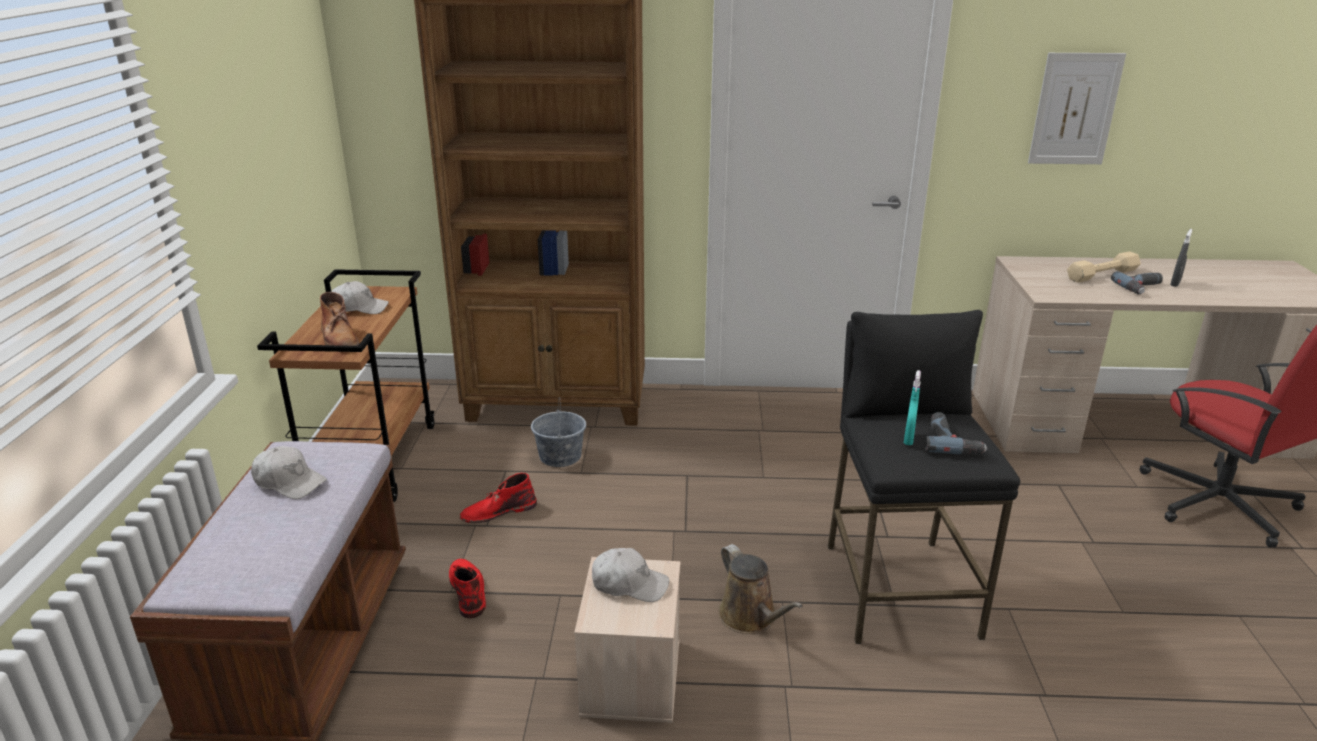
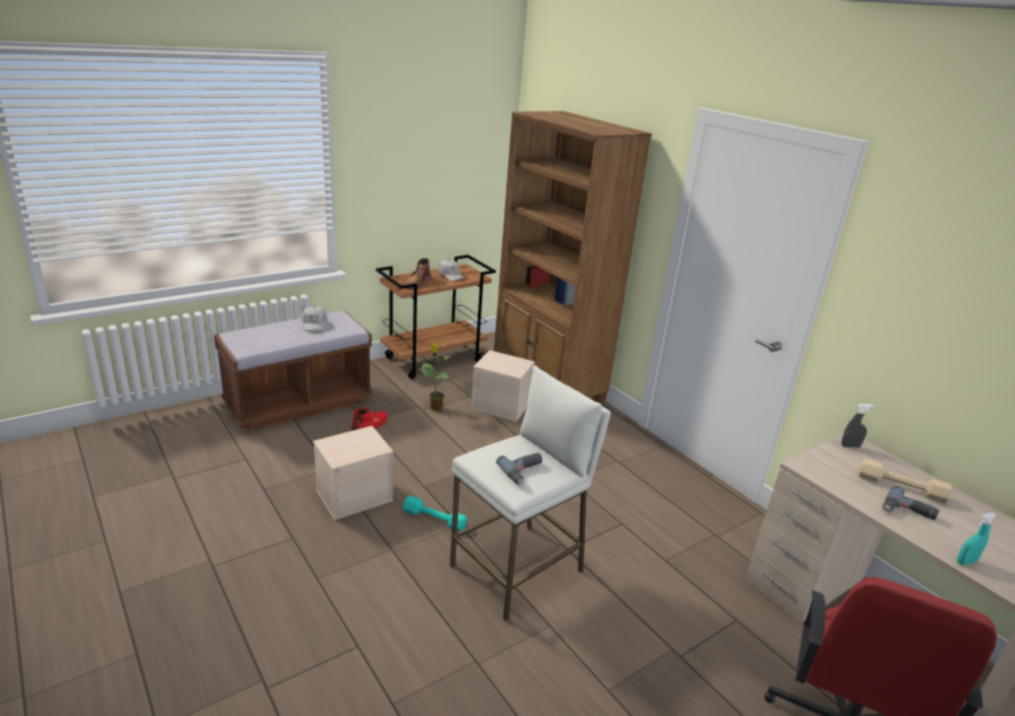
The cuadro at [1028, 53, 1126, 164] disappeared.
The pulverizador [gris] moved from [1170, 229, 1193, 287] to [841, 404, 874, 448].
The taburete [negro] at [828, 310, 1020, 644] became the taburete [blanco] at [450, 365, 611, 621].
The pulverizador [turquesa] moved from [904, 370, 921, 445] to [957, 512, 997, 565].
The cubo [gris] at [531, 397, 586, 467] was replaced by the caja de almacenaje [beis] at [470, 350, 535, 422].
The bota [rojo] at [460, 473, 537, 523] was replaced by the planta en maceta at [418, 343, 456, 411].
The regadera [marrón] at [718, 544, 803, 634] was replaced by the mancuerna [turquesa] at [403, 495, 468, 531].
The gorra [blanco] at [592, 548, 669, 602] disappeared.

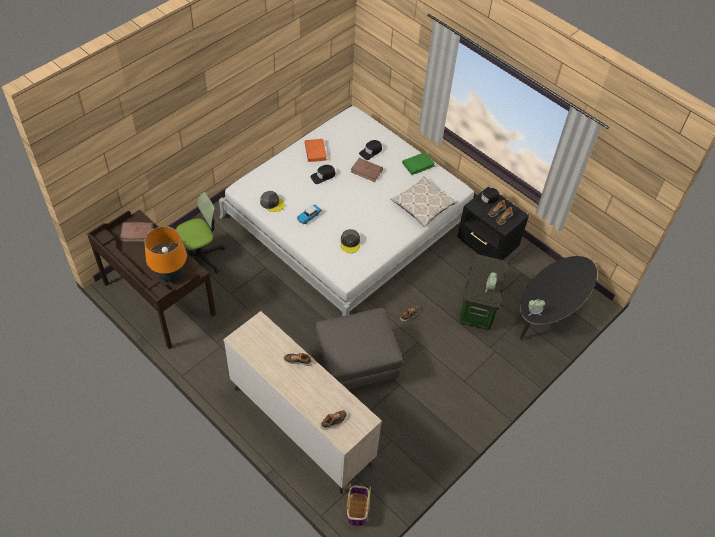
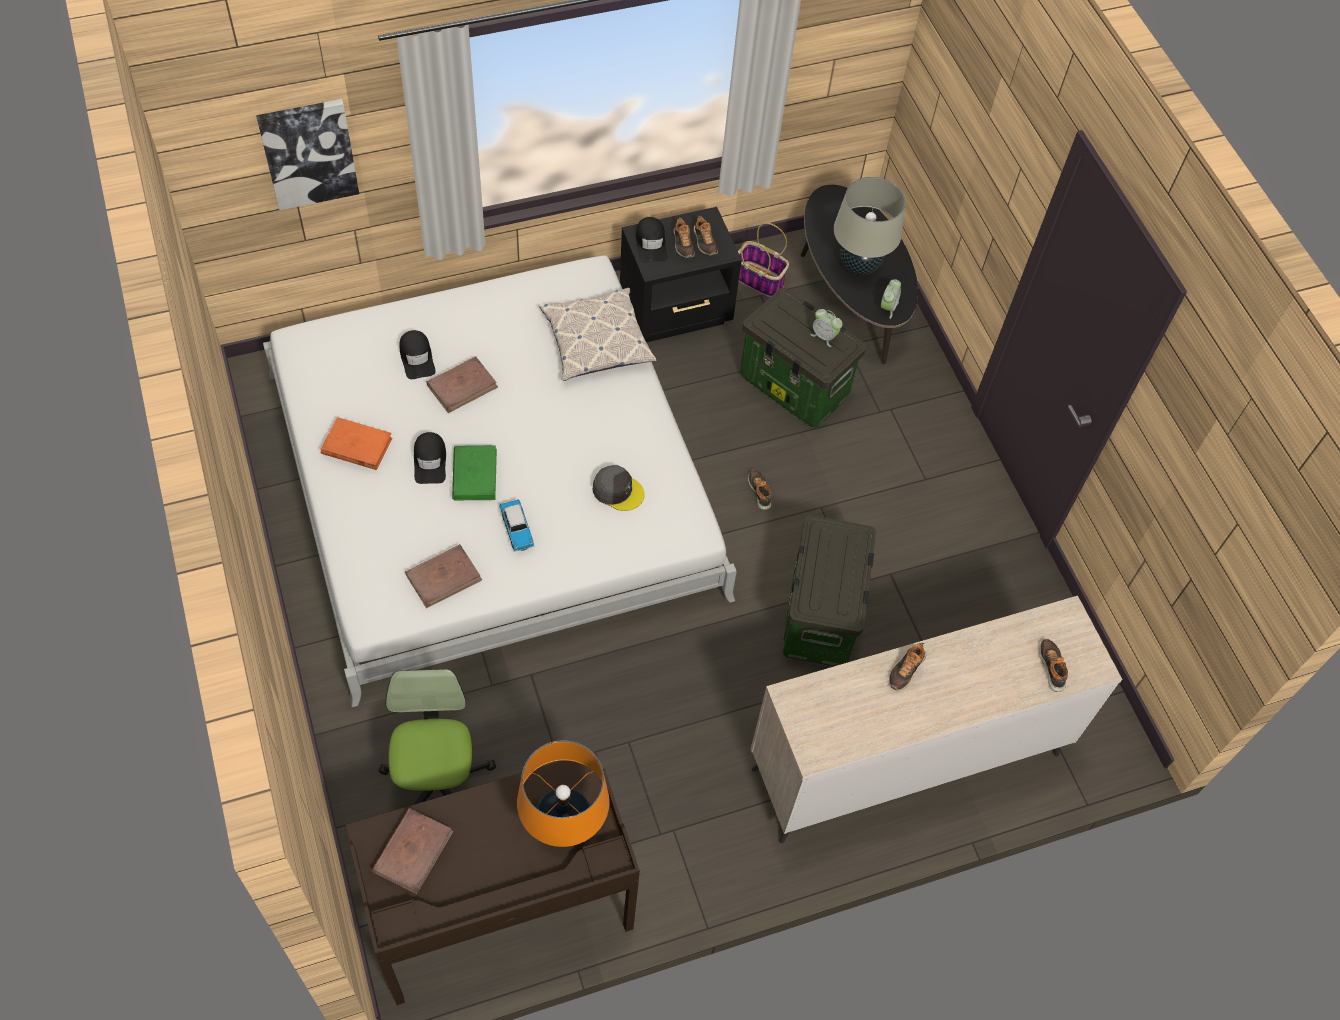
The libro [verde] moved from [402, 152, 435, 175] to [452, 445, 497, 500].
The gorra [gris] at [260, 191, 284, 212] was replaced by the libro [marrón] at [405, 544, 482, 608].
The puf [gris] at [315, 308, 403, 389] was replaced by the caja de almacenaje at [783, 515, 876, 666].
The cesta moved from [347, 484, 371, 526] to [738, 222, 789, 297].
The cuadro at [256, 99, 359, 210] appeared.
The lámpara de mesa [beis] at [834, 177, 906, 275] appeared.

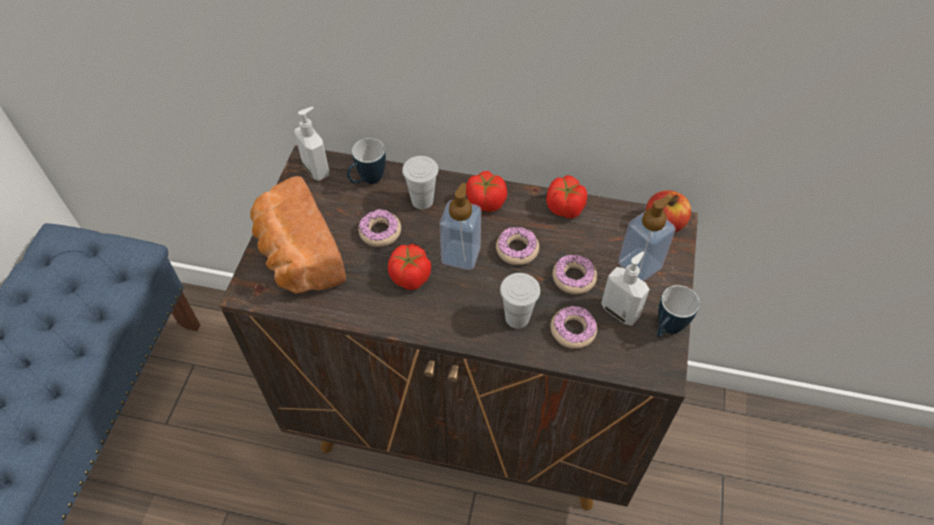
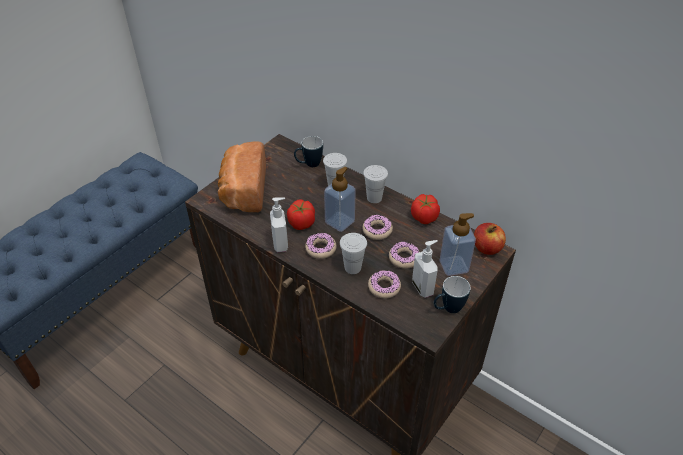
The dispensador de jabón moved from [295, 107, 329, 181] to [270, 197, 288, 253].
The tomate at [466, 171, 507, 212] was replaced by the taza [blanco] at [363, 165, 388, 203].
The rosquilla moved from [358, 209, 401, 247] to [305, 233, 336, 259].

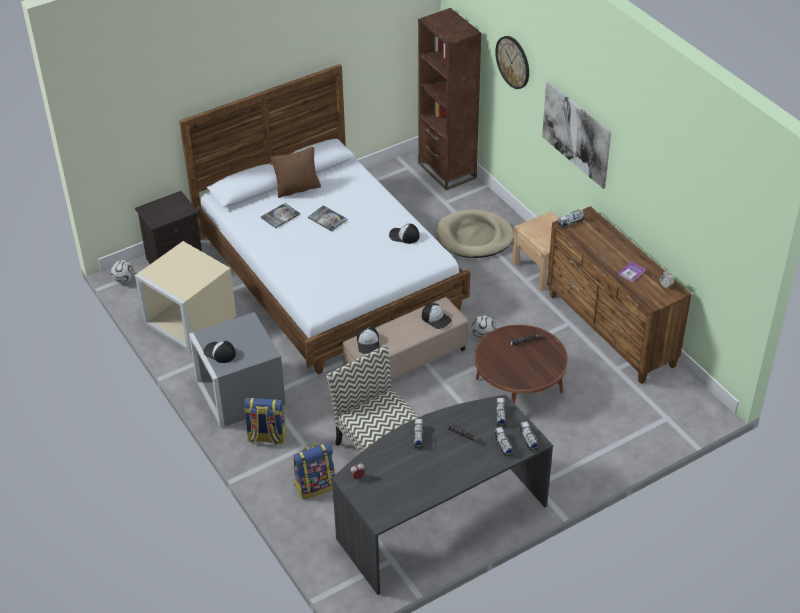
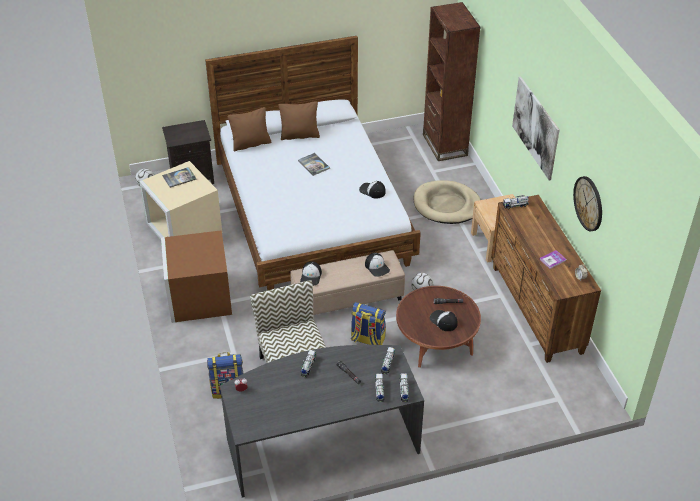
The reloj de pared moved from [495, 36, 529, 89] to [573, 176, 602, 231].
The libro moved from [261, 203, 300, 228] to [162, 167, 197, 188].
The caja de almacenaje [gris] at [189, 312, 286, 428] became the caja de almacenaje [marrón] at [161, 230, 232, 323].
The gorra moved from [203, 341, 236, 363] to [430, 310, 458, 331].
The mochila moved from [244, 397, 286, 445] to [351, 302, 386, 345].
The cojín [marrón] at [228, 107, 271, 152] appeared.

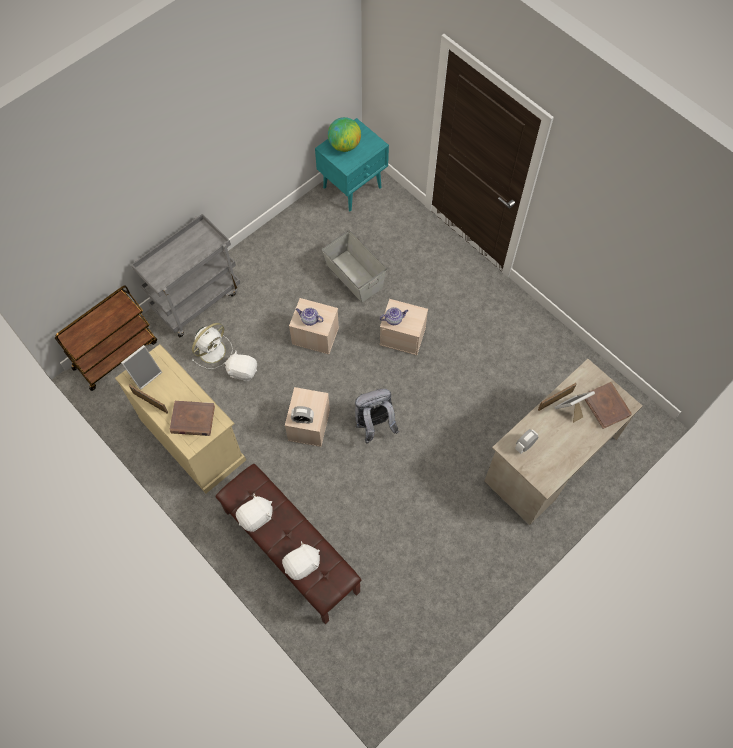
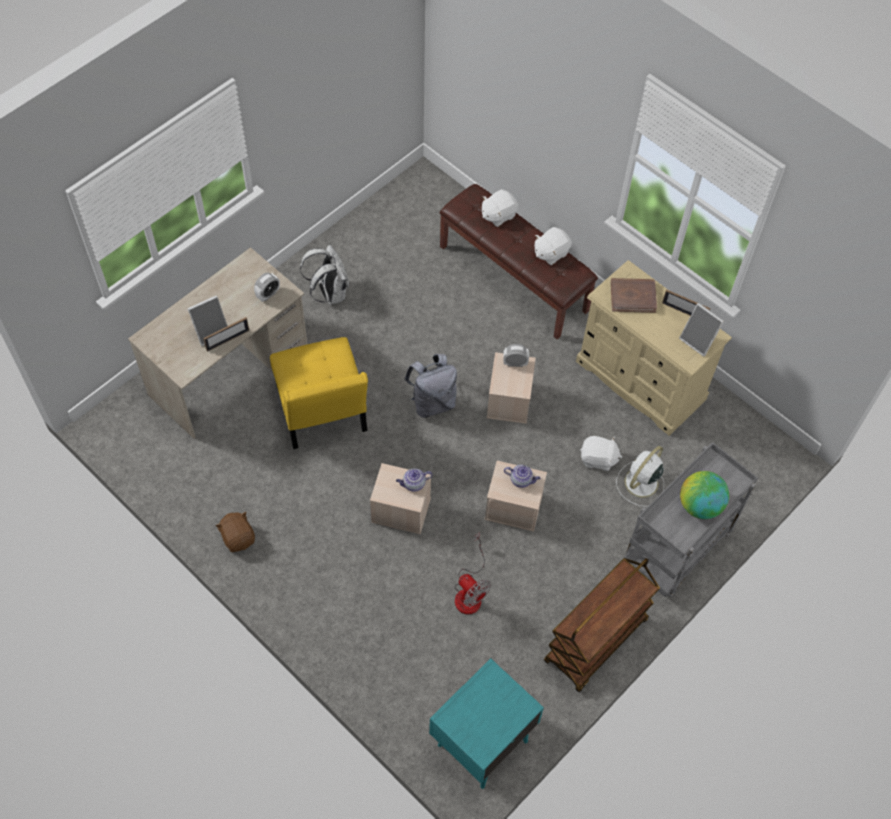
The globo terráqueo moved from [328, 117, 361, 152] to [680, 471, 729, 519].
The caja de almacenaje [gris] at [322, 230, 387, 303] was replaced by the ventilador at [455, 533, 491, 615].
The carrito [marrón] moved from [55, 285, 157, 391] to [544, 558, 660, 692].
The portarretratos at [121, 345, 162, 390] turned 90 degrees counterclockwise.
The libro [marrón] at [584, 382, 632, 429] disappeared.
The mochila [blanco] at [300, 245, 349, 305] appeared.
The silla [amarillo] at [270, 337, 368, 449] appeared.
The peluche [marrón] at [215, 512, 255, 552] appeared.

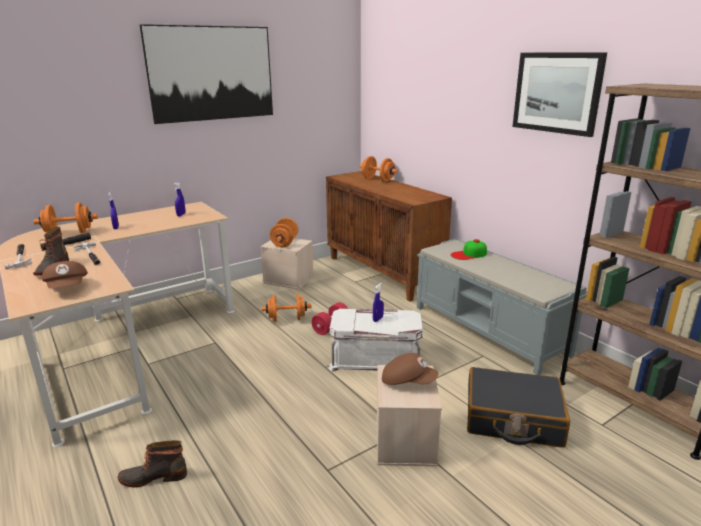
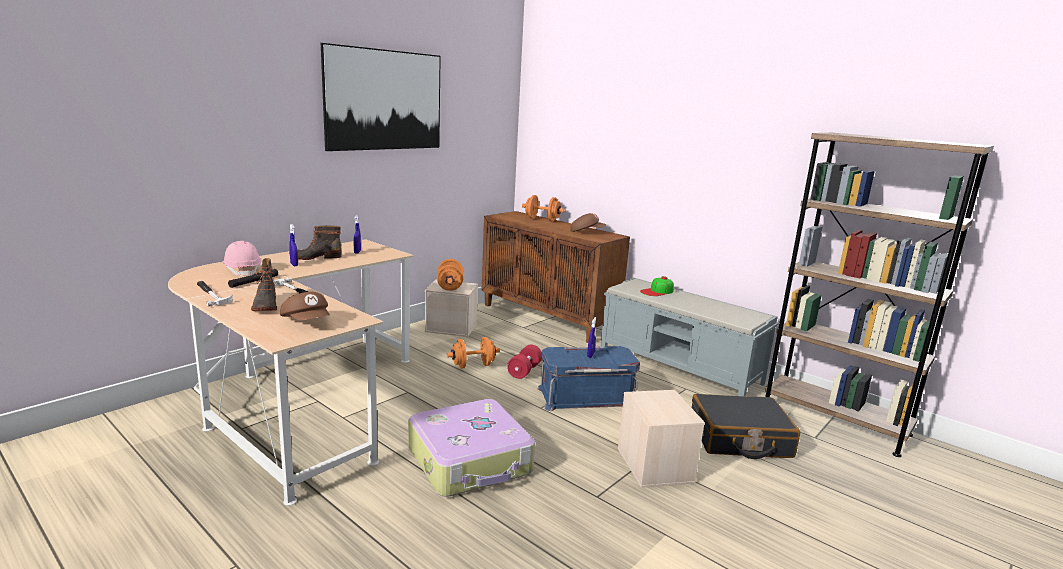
The cuadro at [513, 52, 607, 137] disappeared.
The mancuerna [naranja] at [34, 202, 98, 233] was replaced by the casco [rosa] at [223, 241, 261, 276].
The caja de almacenaje [blanco] at [328, 309, 423, 372] became the caja de almacenaje [azul] at [537, 346, 640, 411].
The gorra [marrón] moved from [382, 353, 439, 385] to [570, 213, 606, 232].
The bota moved from [118, 440, 187, 487] to [289, 226, 342, 260].
The maleta at [408, 399, 535, 497] appeared.

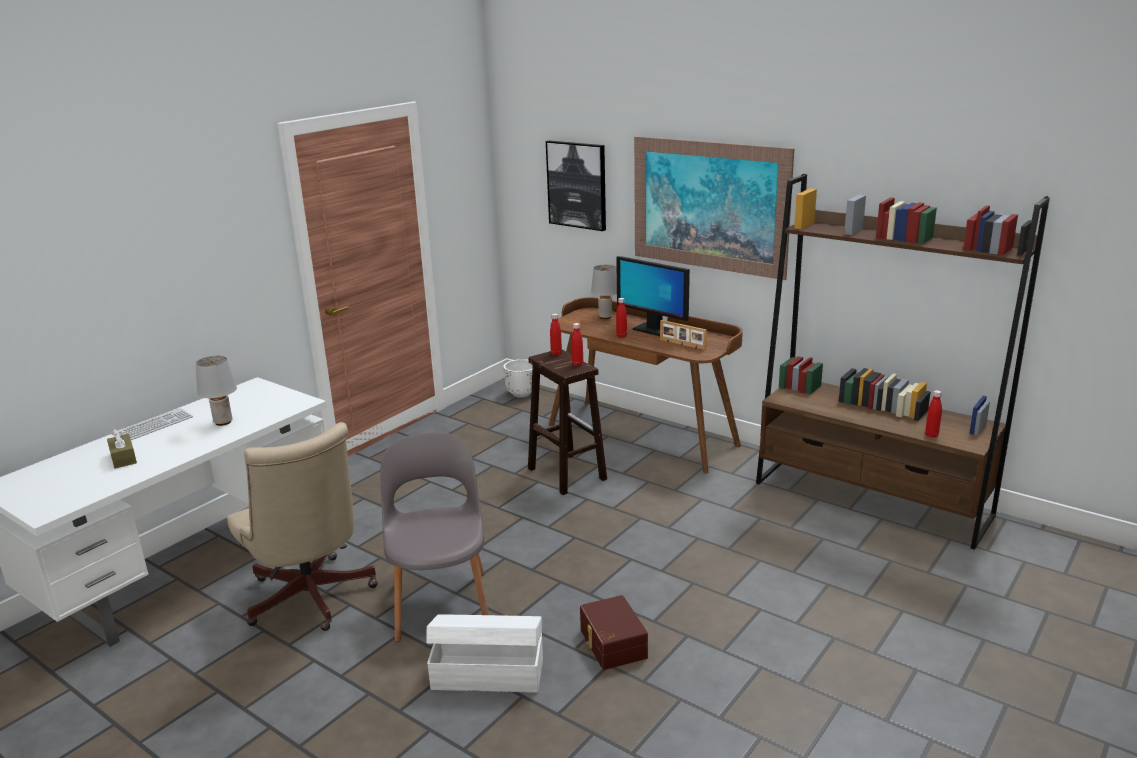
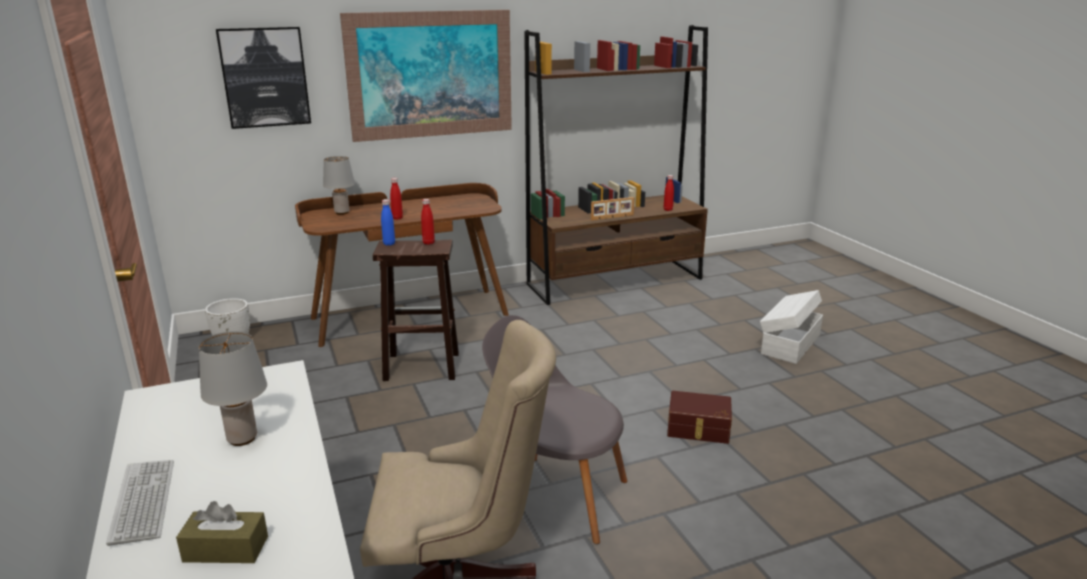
The monitor at [616, 256, 690, 336] disappeared.
The botella [rojo] at [550, 314, 562, 355] became the botella [azul] at [381, 199, 395, 246].
The portarretratos moved from [660, 320, 707, 350] to [591, 197, 634, 220].
The caja de almacenaje [blanco] moved from [426, 614, 543, 693] to [760, 290, 823, 364].

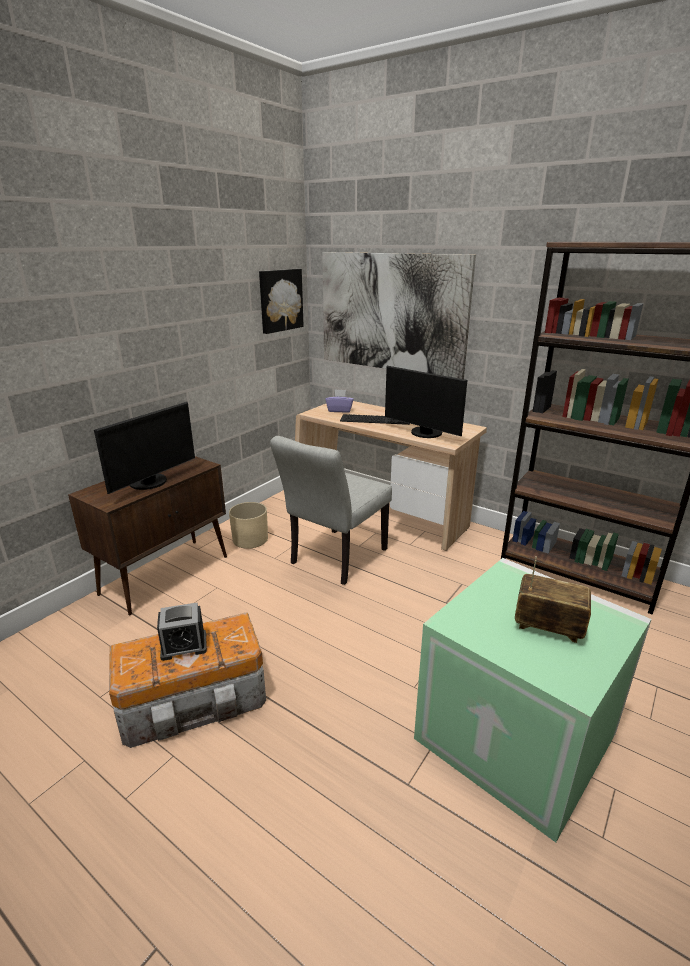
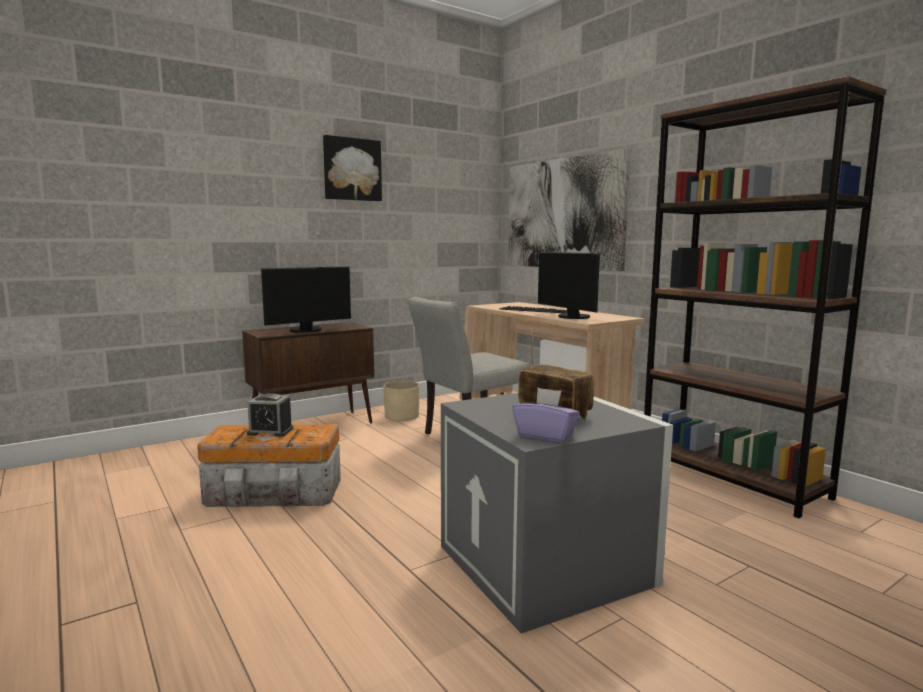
The cuadro moved from [259, 269, 304, 334] to [323, 135, 382, 201].
The caja de pañuelos [morado] moved from [325, 389, 354, 413] to [512, 388, 580, 442].
The caja de almacenaje [verde] at [414, 558, 651, 842] became the caja de almacenaje [gris] at [441, 393, 673, 633].

